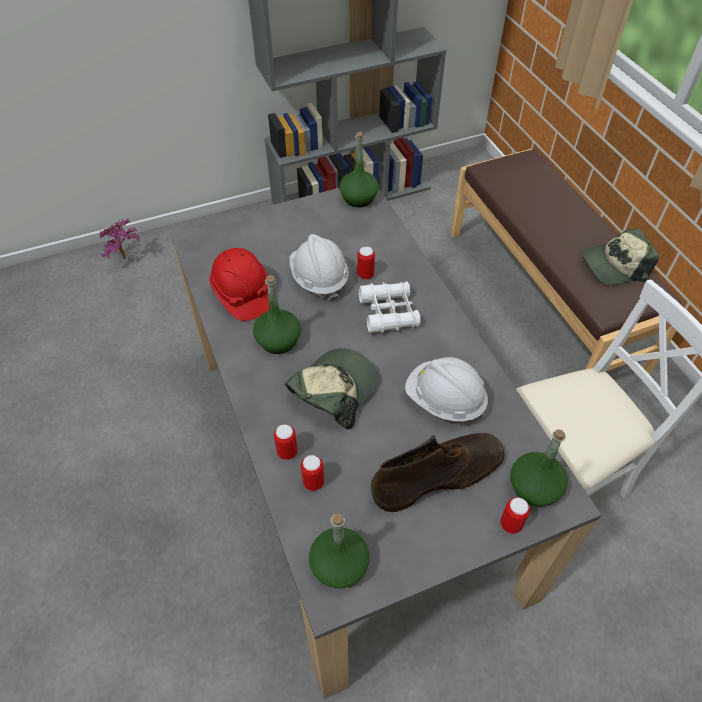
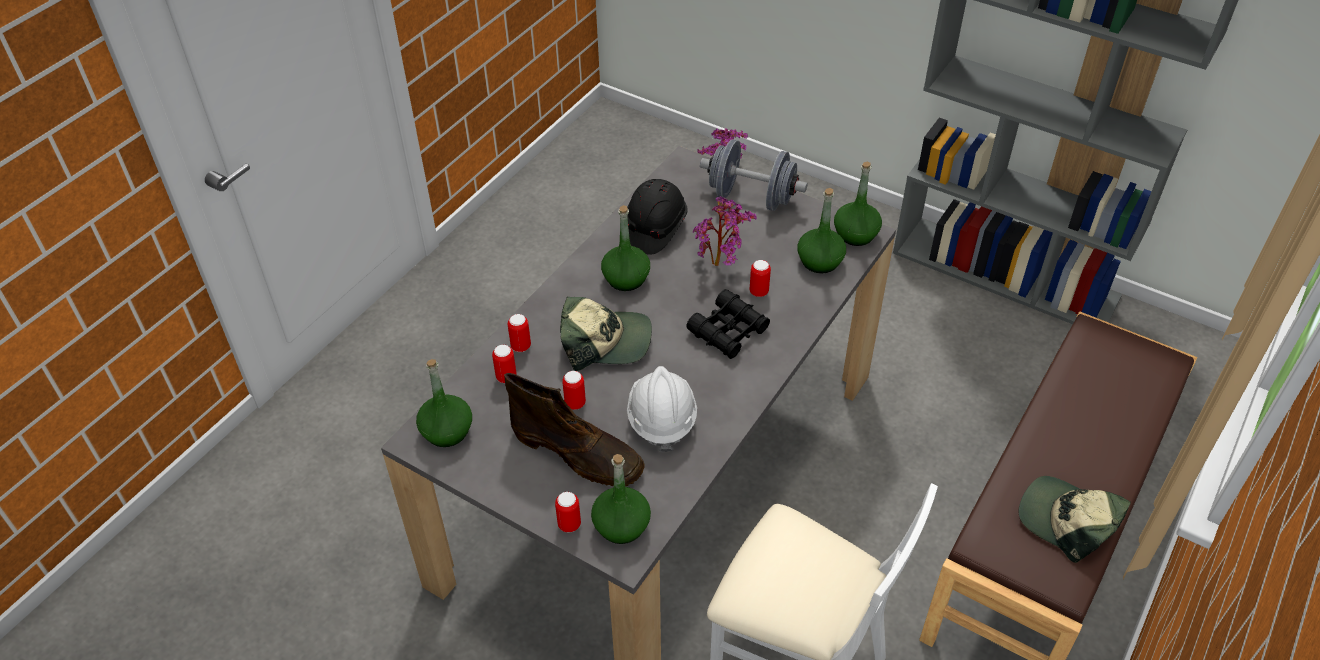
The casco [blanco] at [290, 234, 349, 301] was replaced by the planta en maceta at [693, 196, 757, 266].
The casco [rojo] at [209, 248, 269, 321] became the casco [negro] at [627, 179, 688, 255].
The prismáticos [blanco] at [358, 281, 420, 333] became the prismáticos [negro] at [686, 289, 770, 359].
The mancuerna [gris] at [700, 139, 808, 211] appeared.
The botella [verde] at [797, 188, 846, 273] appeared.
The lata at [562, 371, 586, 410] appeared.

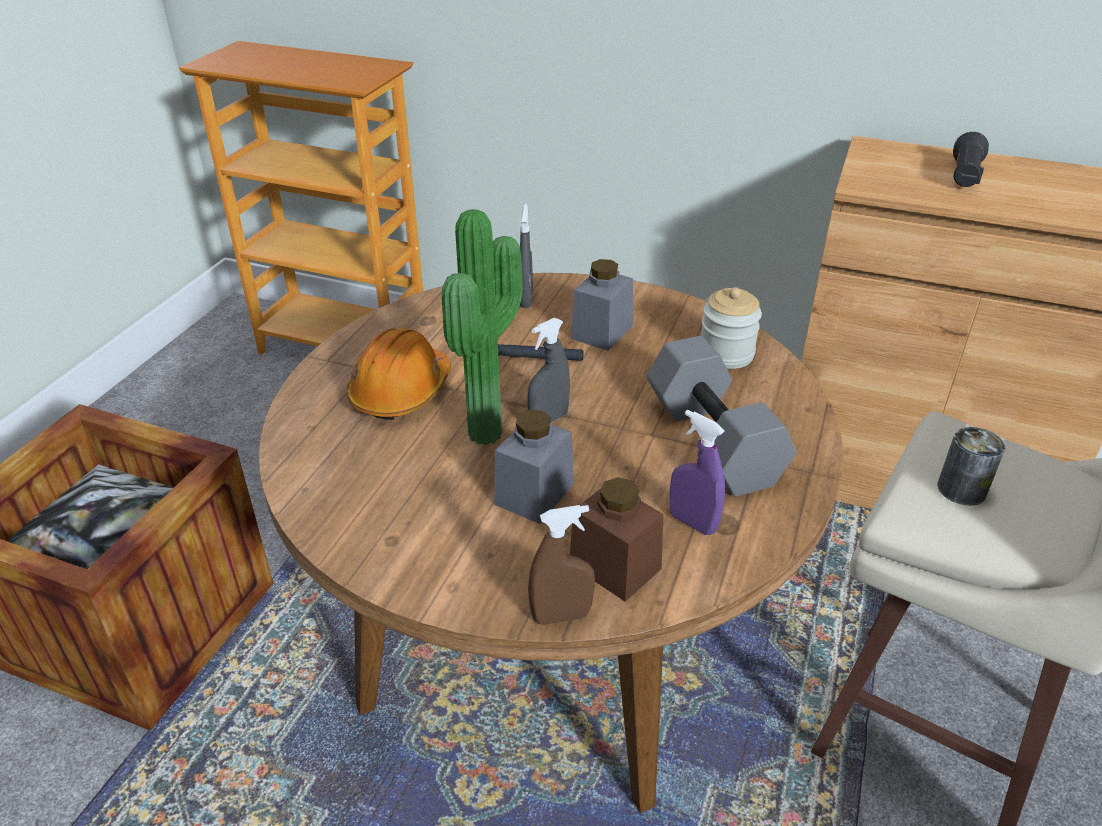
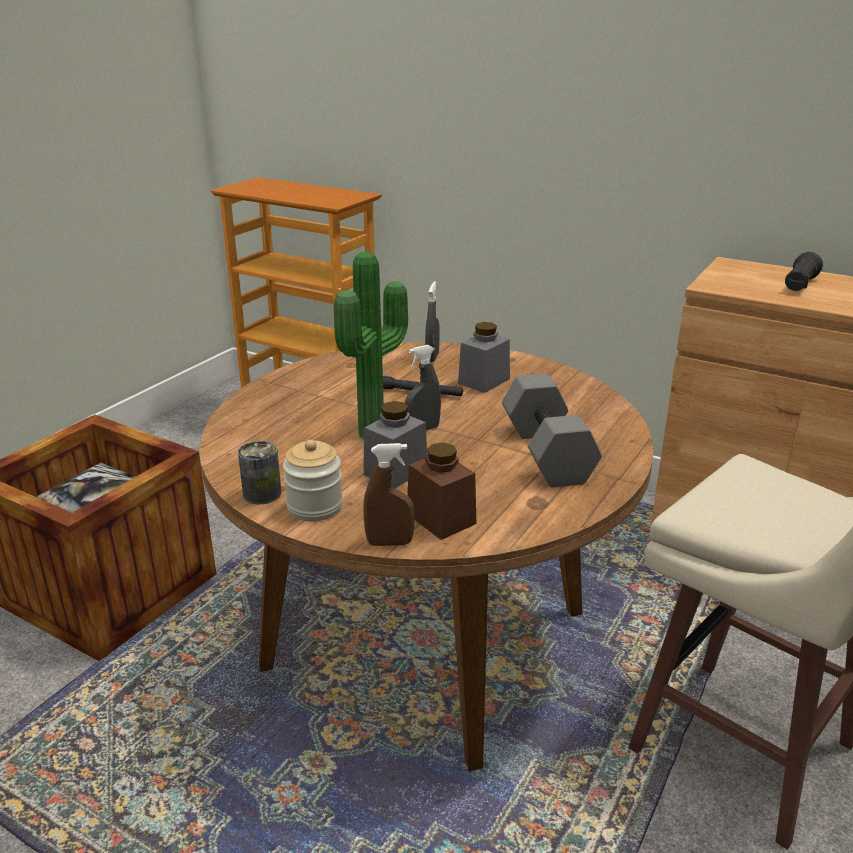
The tarro moved from [701, 287, 762, 369] to [283, 440, 343, 521].
The casco [naranja] at [347, 328, 451, 420] disappeared.
The pulverizador [morado] at [670, 410, 725, 535] disappeared.
The lata moved from [938, 427, 1005, 505] to [238, 441, 281, 504].

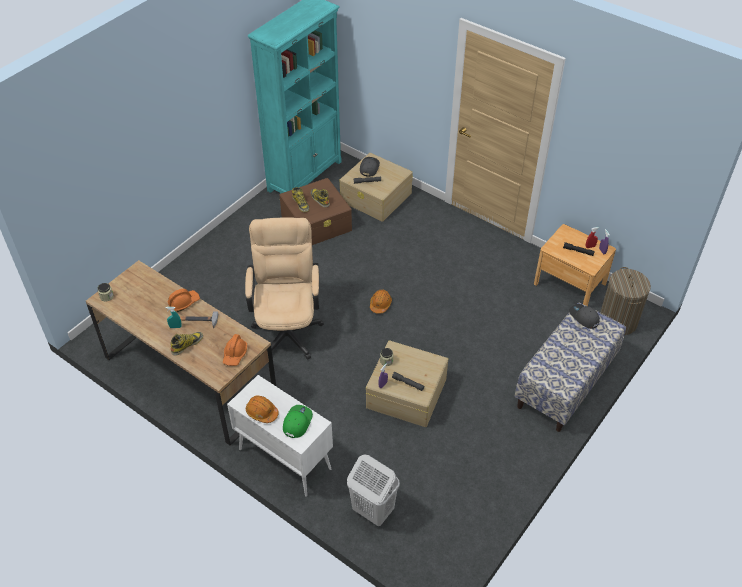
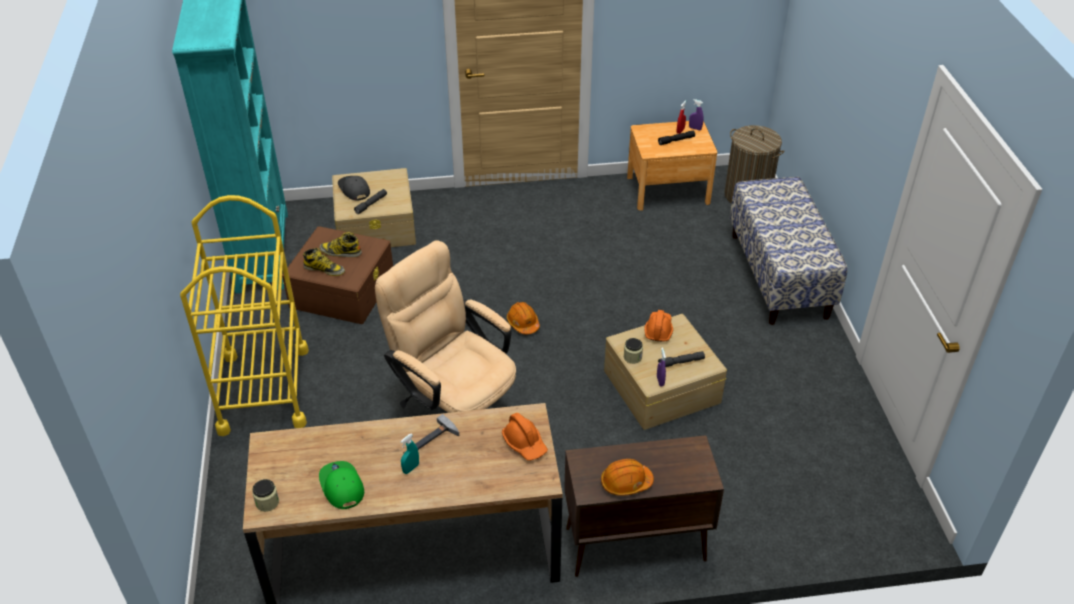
The casco [naranja] moved from [167, 289, 200, 312] to [644, 310, 673, 342].
The gorra [gris] at [569, 304, 600, 329] disappeared.
The bota at [170, 332, 203, 356] disappeared.
The armario [blanco] at [227, 375, 333, 497] became the armario [marrón] at [564, 435, 724, 577].
The gorra [verde] moved from [283, 405, 313, 438] to [319, 461, 364, 509].
The cesto de la ropa [blanco] at [347, 455, 400, 526] disappeared.
The carrito [amarillo] at [180, 195, 309, 436] appeared.

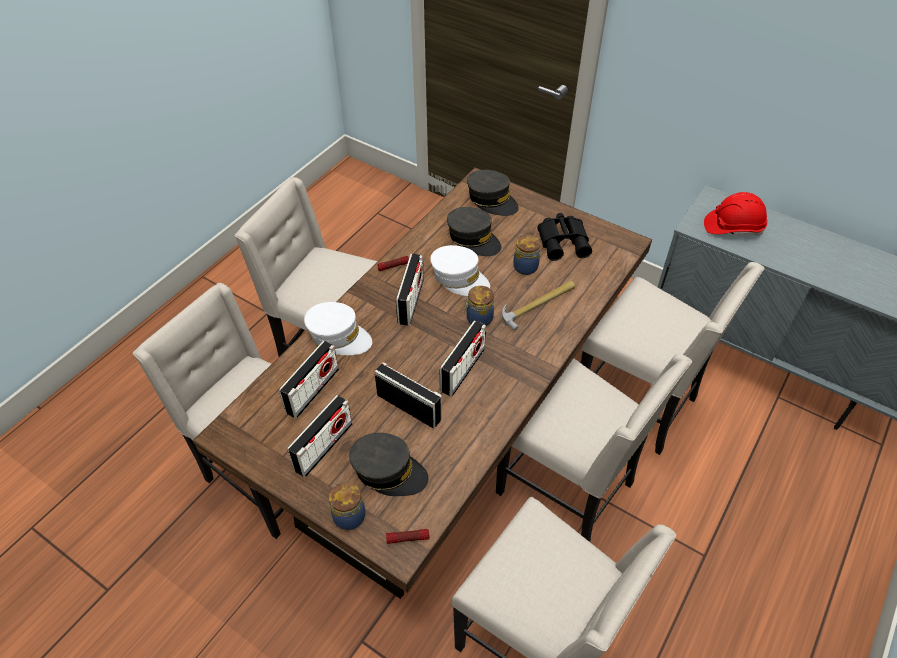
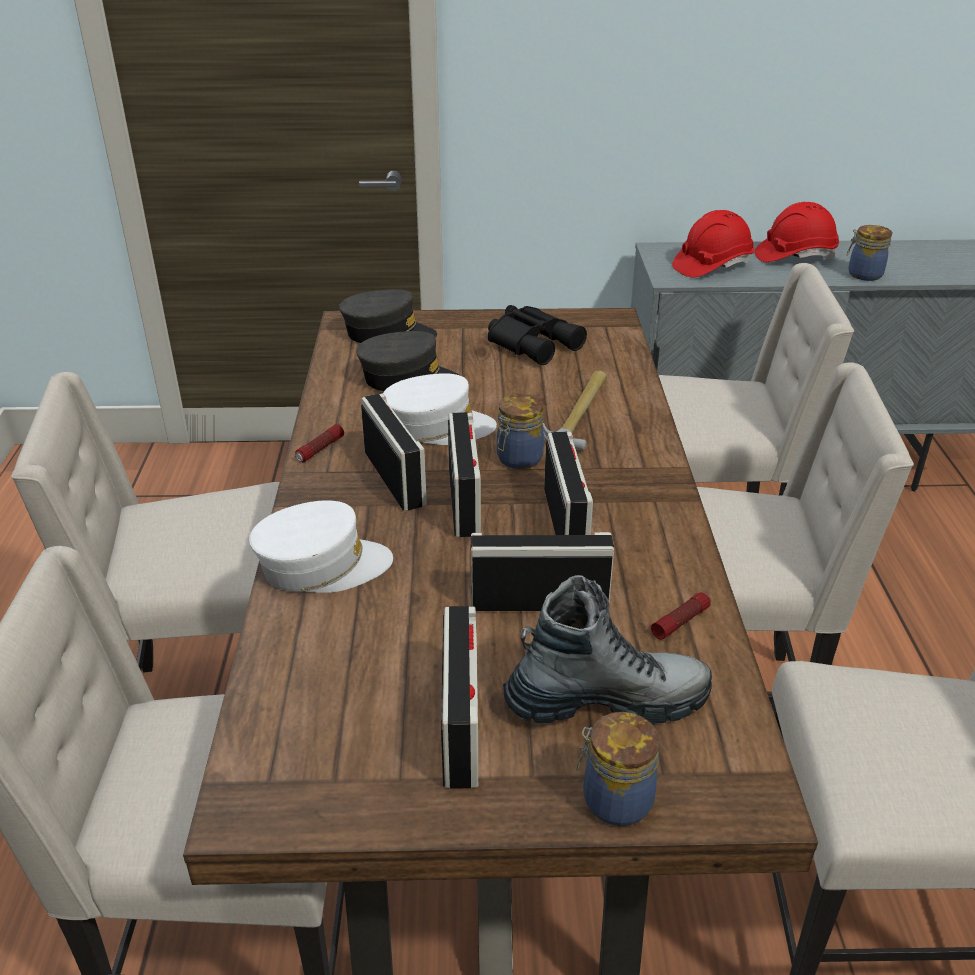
The tarro moved from [513, 235, 540, 275] to [847, 225, 892, 281].
The radio moved from [279, 341, 339, 419] to [448, 412, 481, 537].
The gorra [gris] at [349, 433, 429, 496] was replaced by the bota at [503, 575, 712, 725].
The linterna moved from [386, 529, 430, 544] to [651, 592, 711, 640].
The casco [rojo] at [754, 202, 839, 262] appeared.

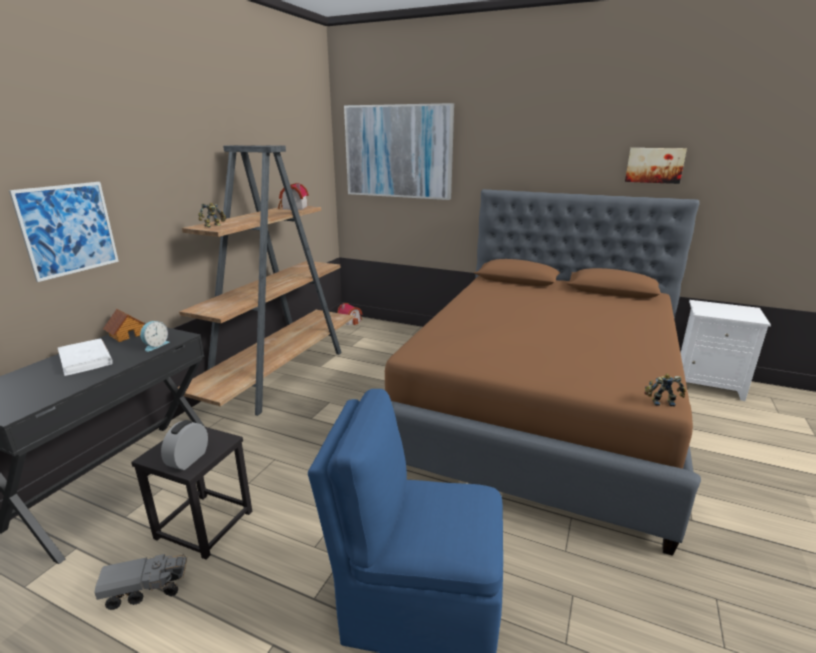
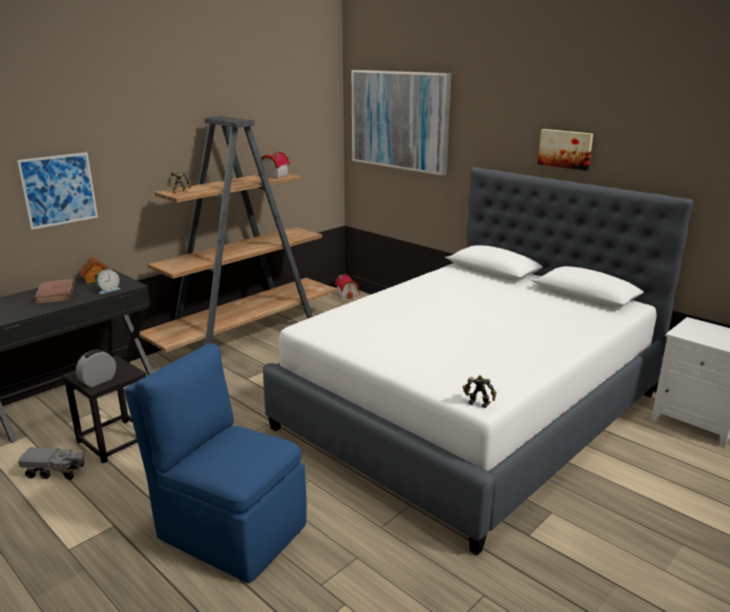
The cuadro moved from [625, 148, 687, 184] to [538, 129, 593, 171].
The cama [marrón] at [385, 189, 701, 556] became the cama [blanco] at [263, 167, 693, 555].
The libro [blanco] at [58, 338, 113, 376] became the libro [marrón] at [35, 279, 75, 304].

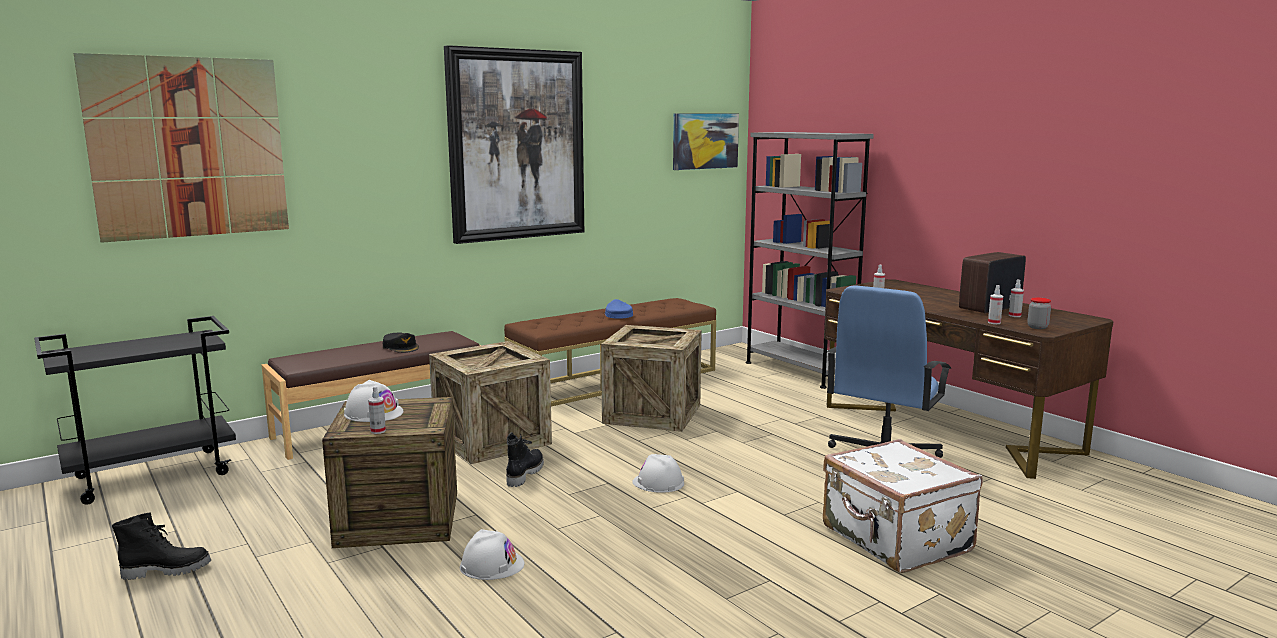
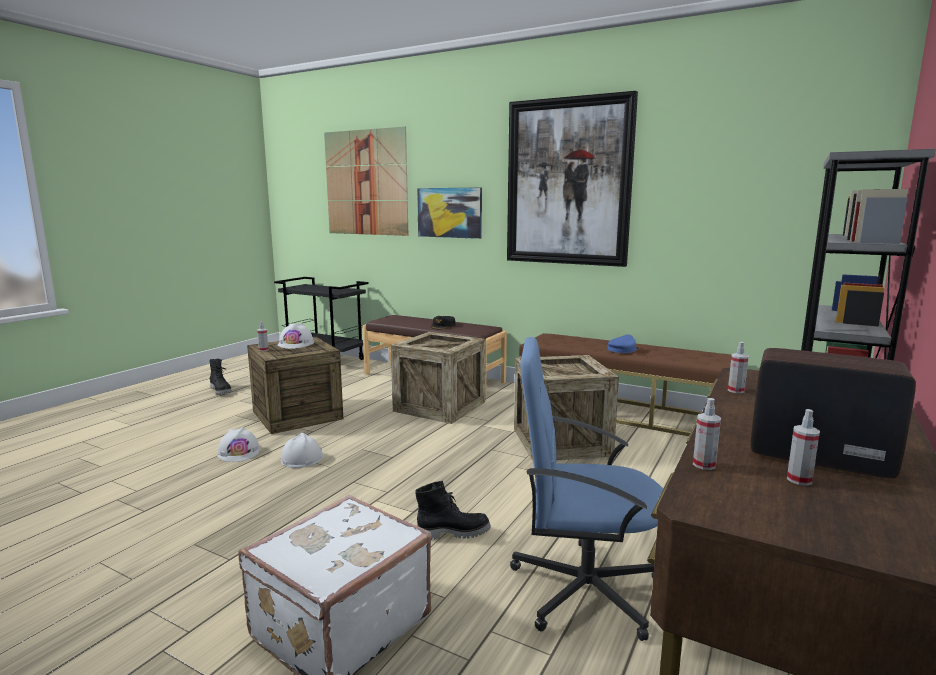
The cuadro moved from [673, 113, 739, 170] to [417, 187, 482, 239].
The tarro at [1027, 298, 1051, 329] disappeared.
The bota [negro] moved from [506, 432, 544, 487] to [415, 481, 491, 540].
The casco [blanco] moved from [632, 454, 684, 493] to [281, 433, 324, 468].

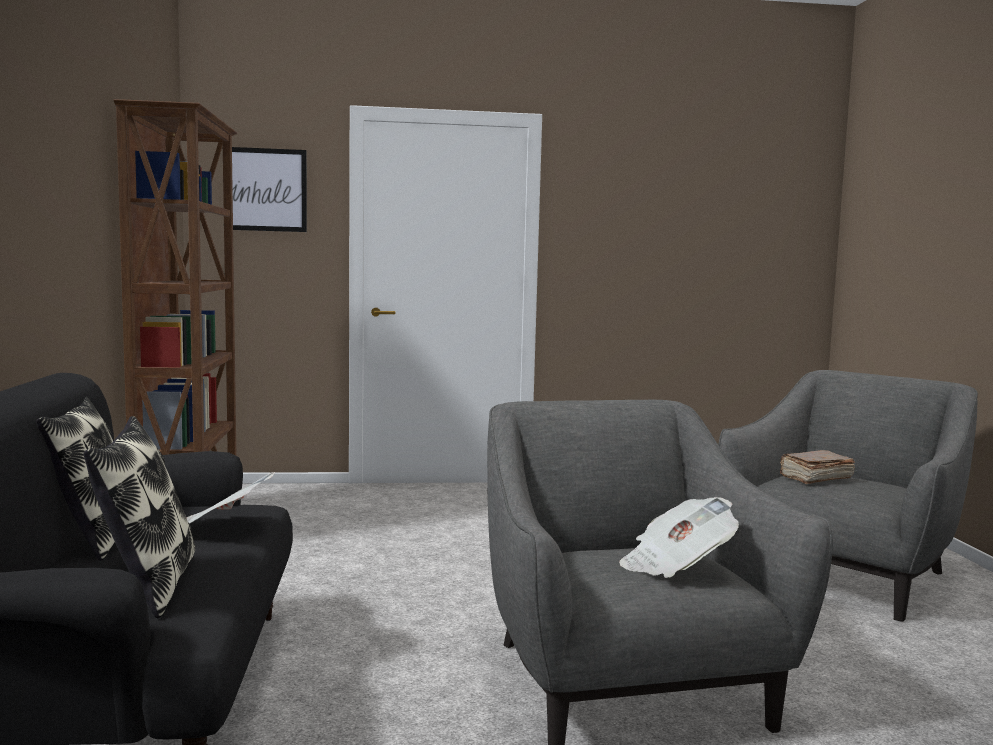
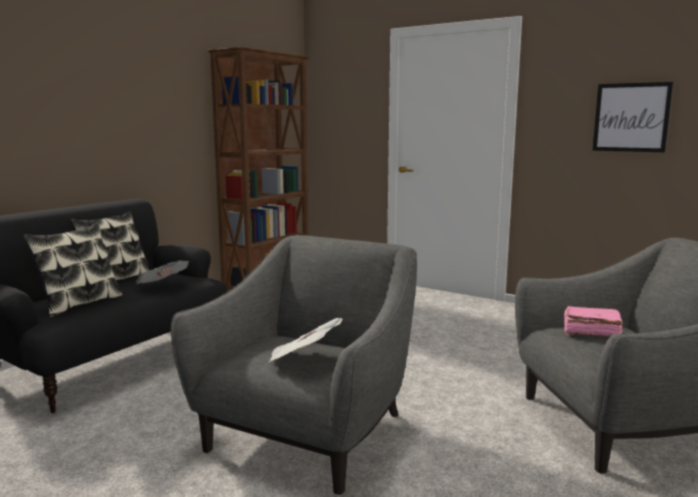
The cuadro moved from [232, 147, 307, 232] to [593, 82, 673, 152].
The libro [marrón] at [780, 450, 855, 484] became the libro [rosa] at [564, 306, 623, 337].

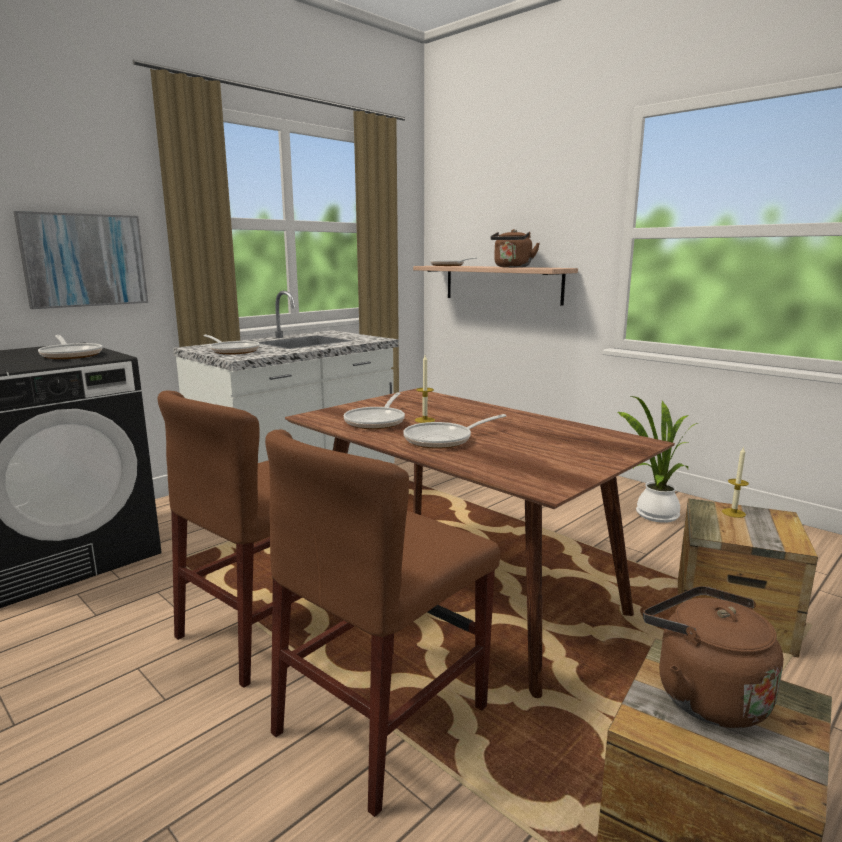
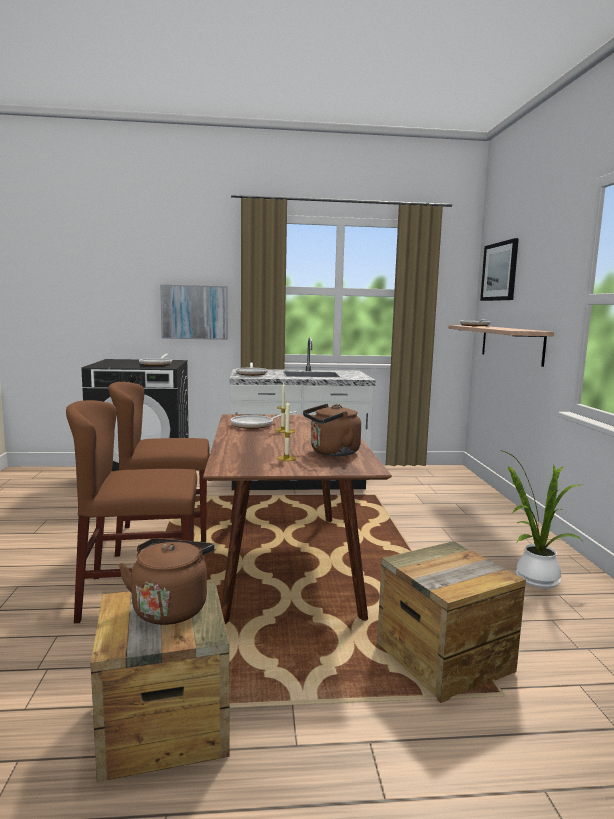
The hervidor [marrón] moved from [490, 229, 540, 267] to [303, 404, 361, 456].
The sartén at [403, 414, 506, 449] disappeared.
The vela moved from [722, 446, 749, 518] to [278, 401, 296, 461].
The cuadro at [480, 238, 519, 301] appeared.

